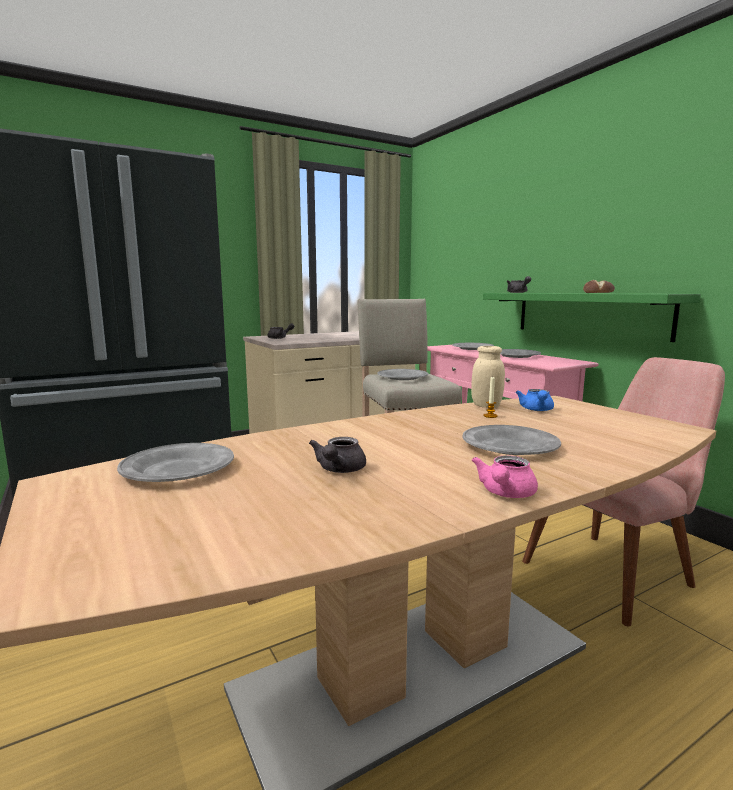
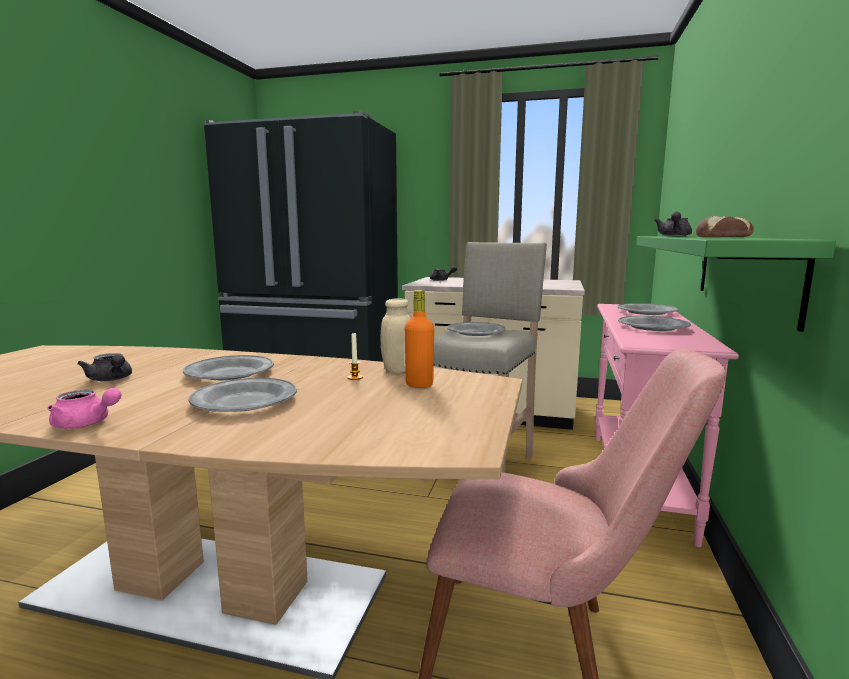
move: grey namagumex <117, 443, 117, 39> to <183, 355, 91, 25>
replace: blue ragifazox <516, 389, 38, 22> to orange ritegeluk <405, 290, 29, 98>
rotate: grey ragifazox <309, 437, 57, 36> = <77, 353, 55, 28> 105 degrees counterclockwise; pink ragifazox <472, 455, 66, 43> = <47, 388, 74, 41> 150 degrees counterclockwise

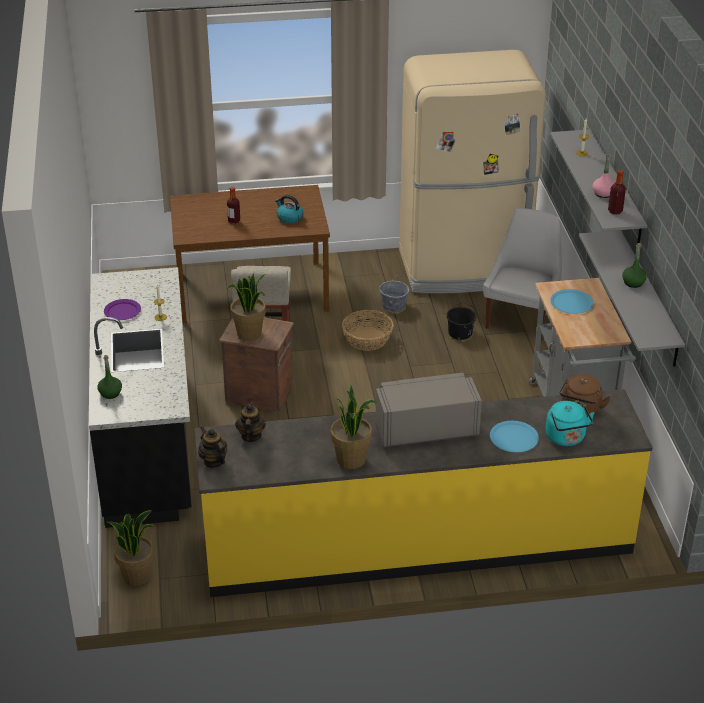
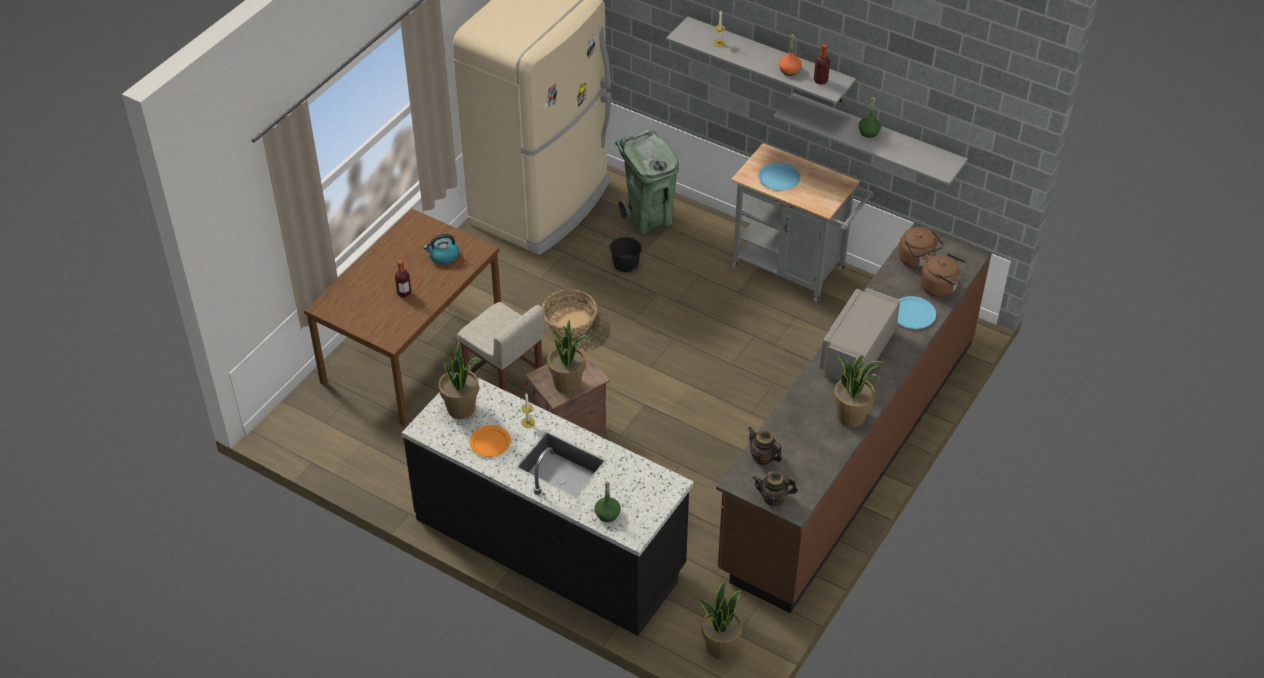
delete: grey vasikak <379, 275, 30, 37>
insert: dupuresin <438, 341, 44, 78>
replace: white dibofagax <483, 208, 79, 132> to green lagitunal <615, 129, 64, 105>
recolor: purple namagumex <104, 299, 37, 21> to orange namagumex <469, 425, 42, 32>; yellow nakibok <194, 389, 459, 208> to brown nakibok <716, 223, 276, 390>; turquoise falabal <546, 401, 49, 45> to brown falabal <921, 253, 45, 44>; pink ritegeluk <593, 154, 22, 44> to orange ritegeluk <779, 34, 23, 42>

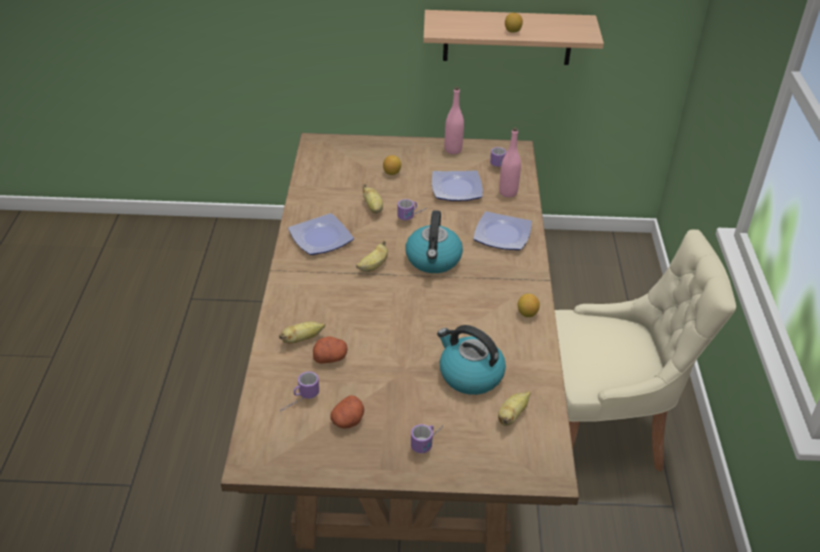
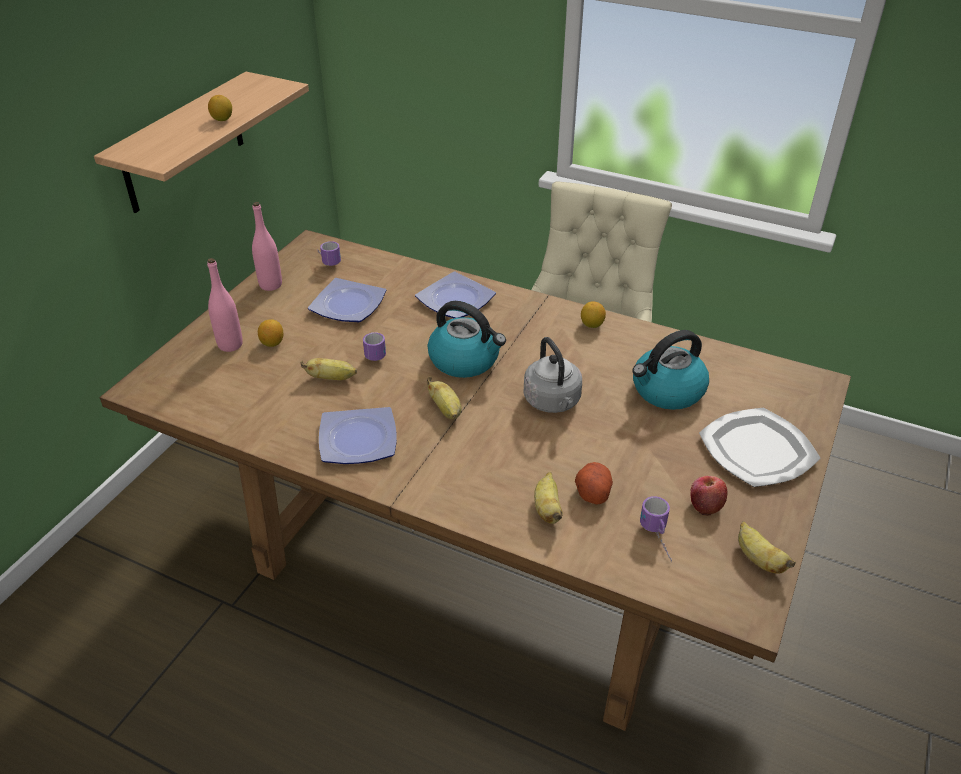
insert: grey falabal <523, 337, 59, 76>
move: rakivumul <498, 391, 33, 35> to <738, 521, 58, 53>; pink ritegeluk <499, 127, 22, 70> to <207, 258, 36, 94>
replace: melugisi <331, 395, 33, 34> to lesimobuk <690, 476, 38, 40>; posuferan <411, 424, 32, 29> to namagumex <699, 408, 121, 79>

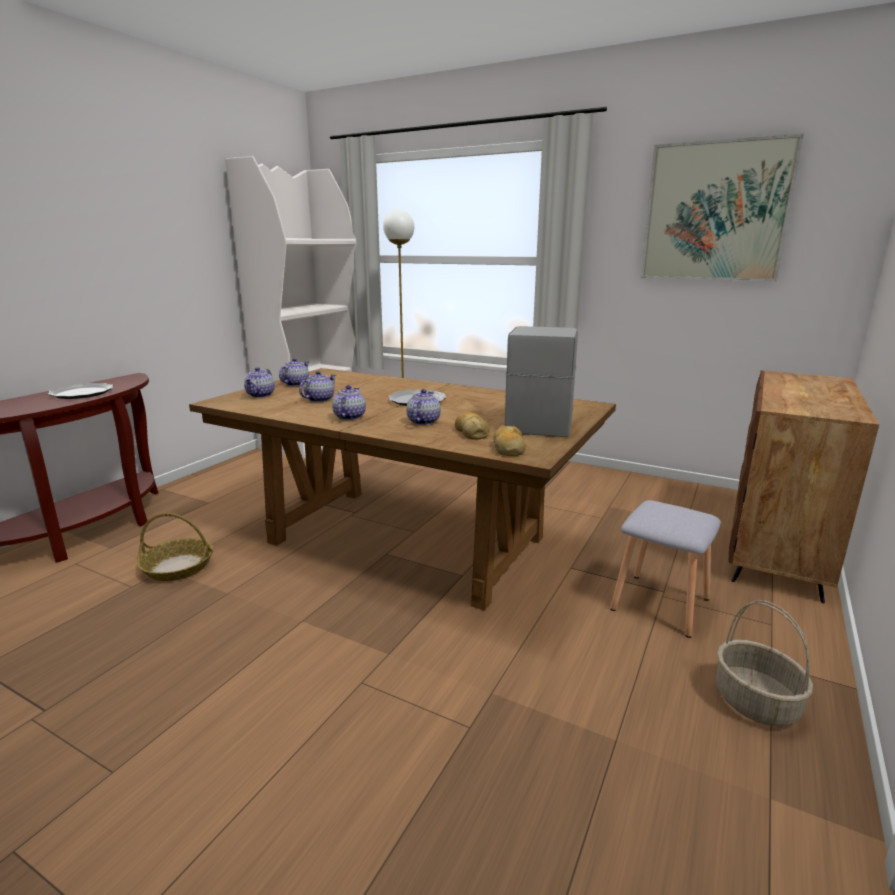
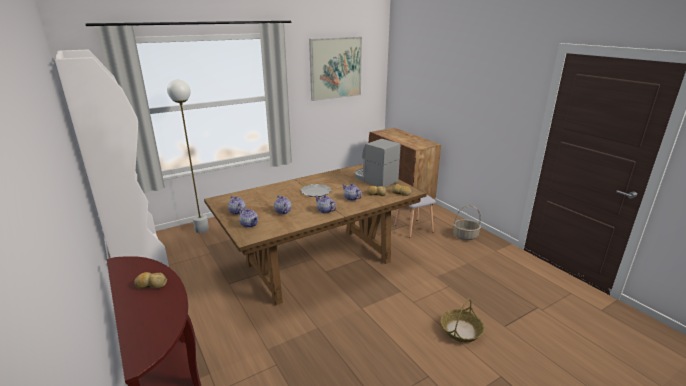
move: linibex <136, 513, 77, 68> to <441, 298, 44, 44>
replace: namagumex <48, 383, 65, 16> to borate <134, 272, 33, 17>

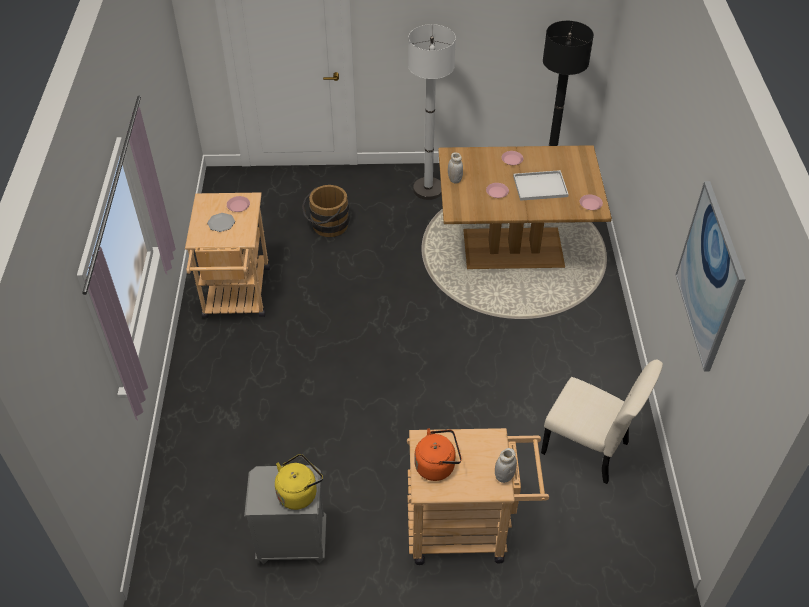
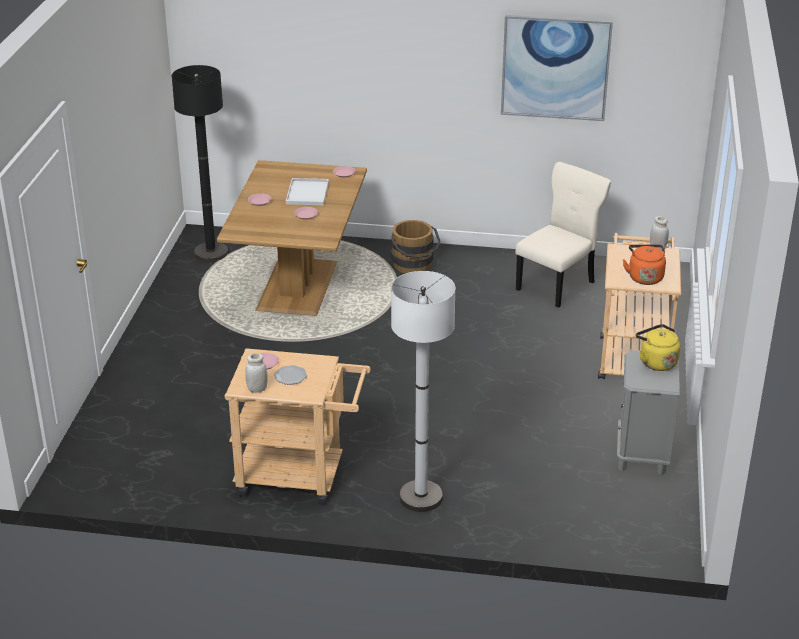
move: brown vasikak <302, 185, 47, 52> to <391, 220, 50, 54>; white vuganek <408, 24, 48, 176> to <391, 271, 64, 241>; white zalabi <448, 152, 15, 32> to <245, 353, 22, 40>

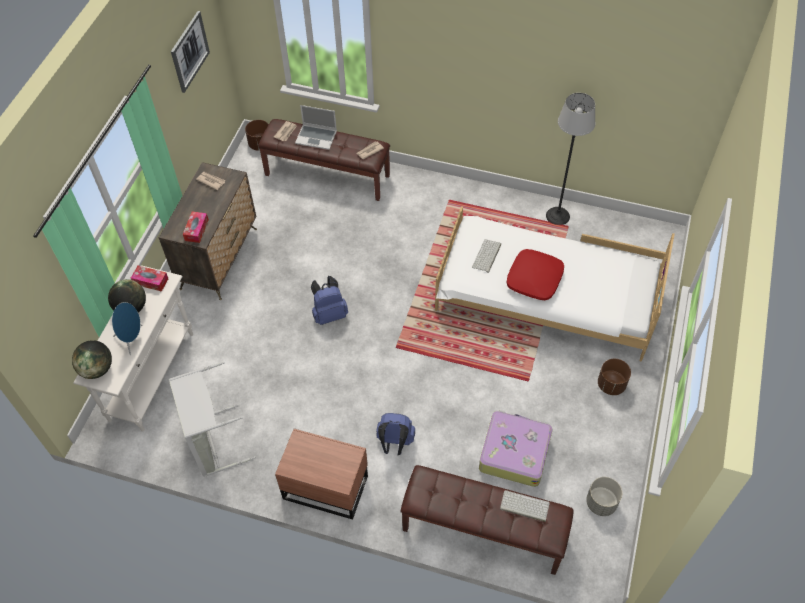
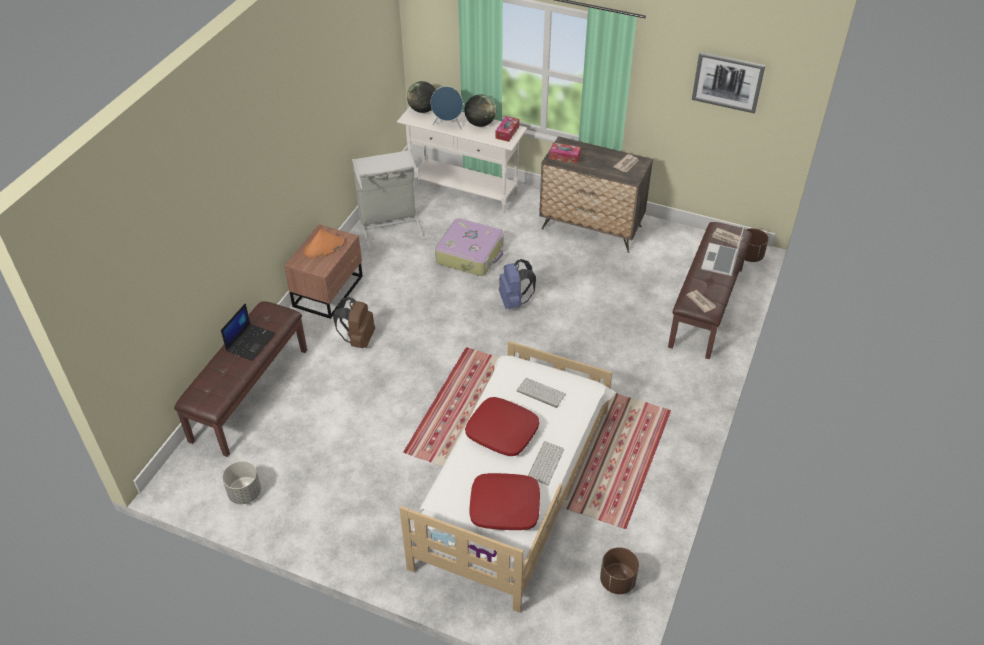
delete: vuganek <546, 93, 49, 132>
insert: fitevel <221, 303, 54, 58>; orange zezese <303, 229, 41, 29>; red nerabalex <469, 473, 71, 57>
move: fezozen <479, 410, 73, 77> to <435, 218, 69, 58>; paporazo <500, 490, 50, 32> to <528, 441, 36, 44>; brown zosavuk <598, 359, 33, 36> to <600, 547, 39, 47>
recolor: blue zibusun <376, 413, 39, 42> to brown zibusun <333, 297, 42, 51>

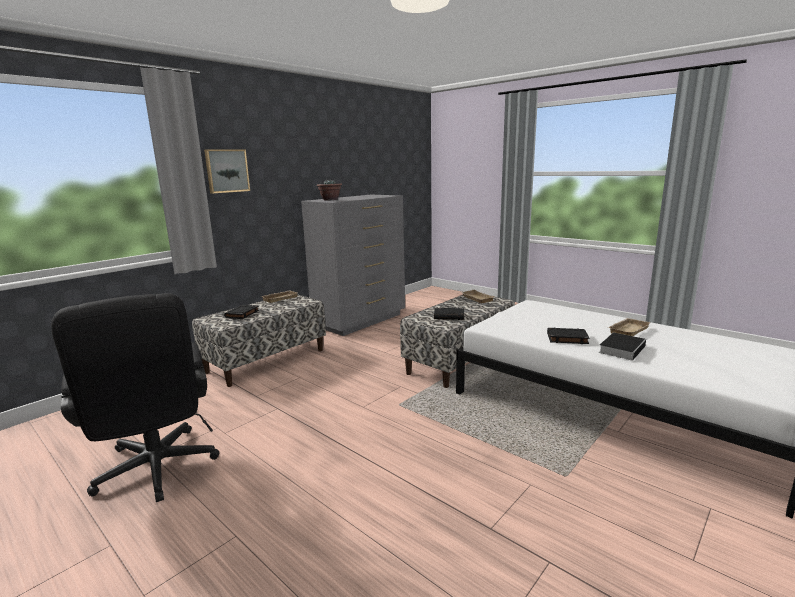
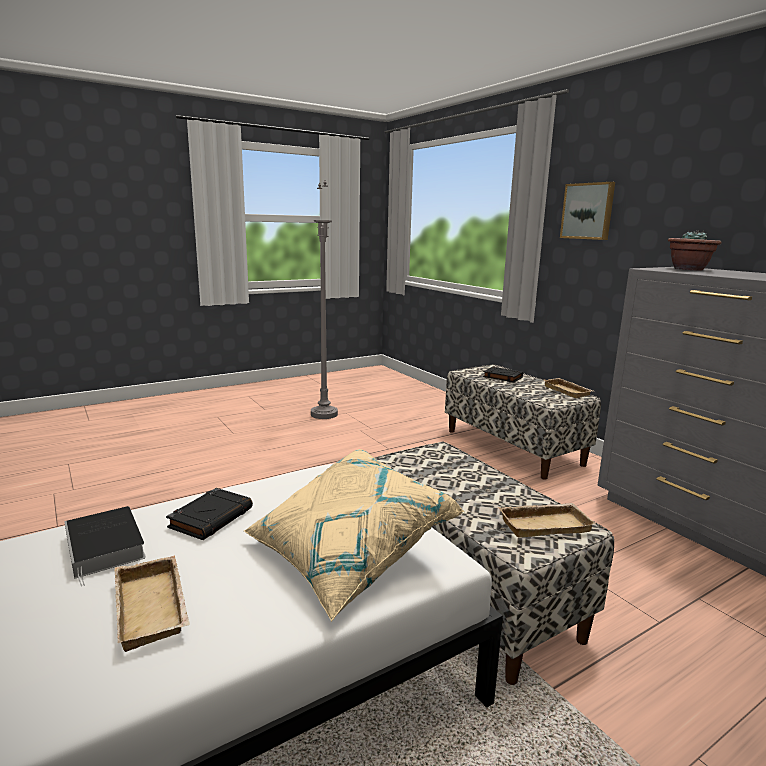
delete: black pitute <434, 308, 30, 12>
insert: beige nerabalex <244, 449, 220, 173>
replace: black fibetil <51, 293, 168, 209> to grey vuganek <311, 181, 27, 238>

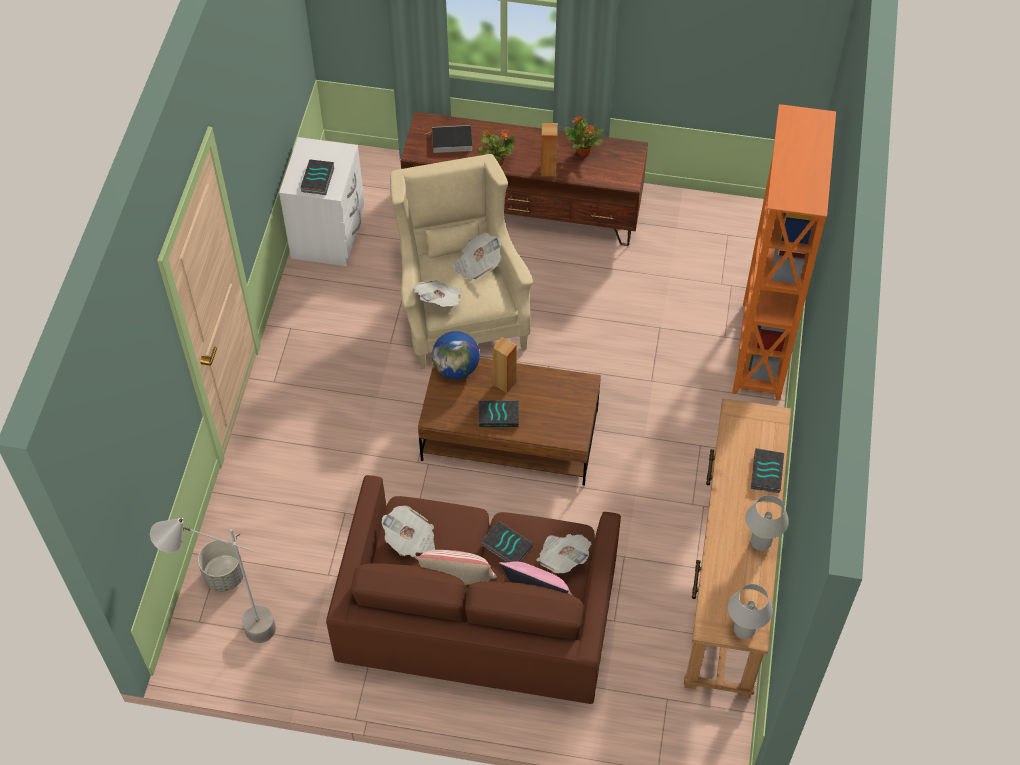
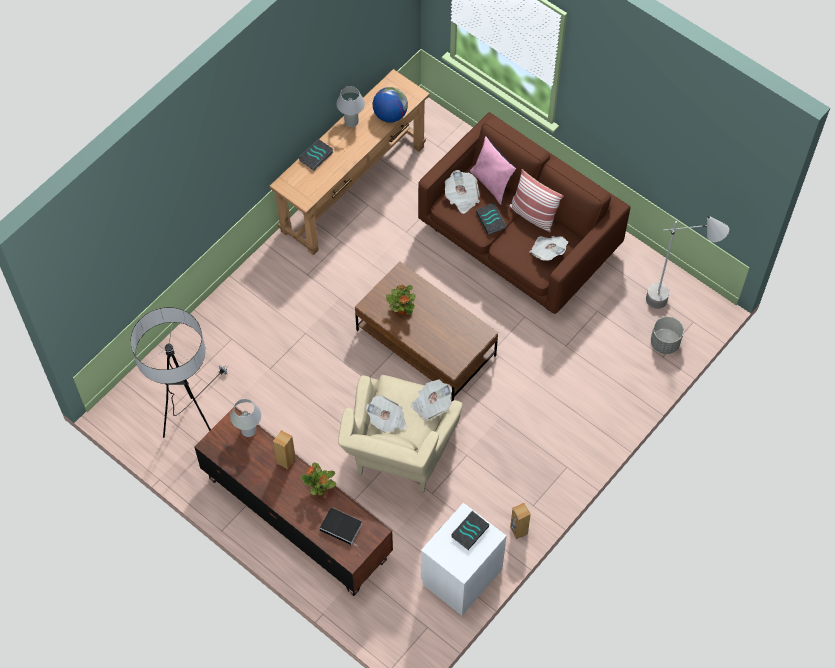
delete: pitute <478, 400, 42, 27>; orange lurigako <732, 104, 104, 296>
insert: vuganek <131, 307, 96, 131>
move: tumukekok <432, 331, 48, 48> to <373, 87, 35, 36>; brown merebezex <493, 337, 24, 56> to <510, 503, 21, 36>; dupuresin <564, 116, 40, 41> to <386, 285, 29, 30>; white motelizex <728, 584, 45, 55> to <230, 399, 31, 38>

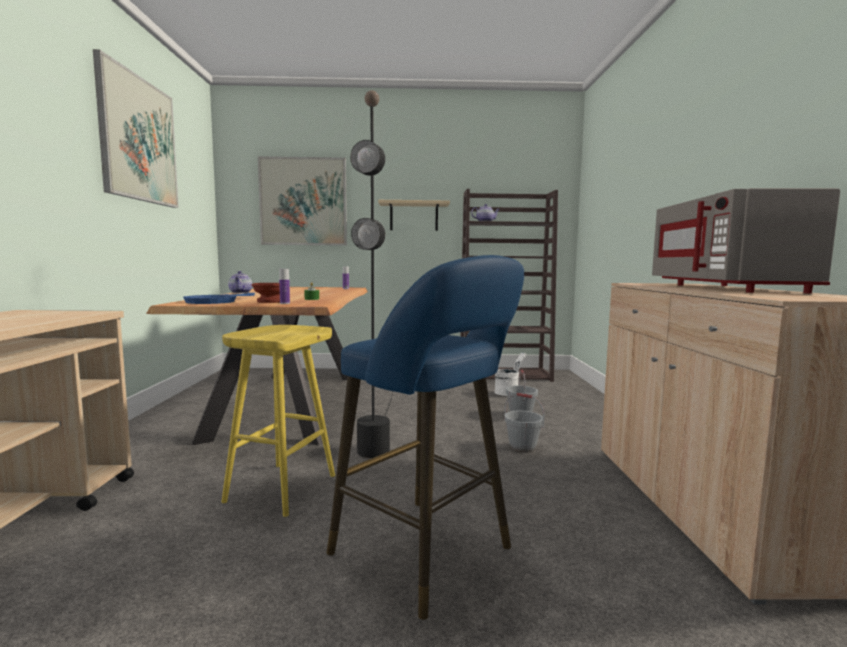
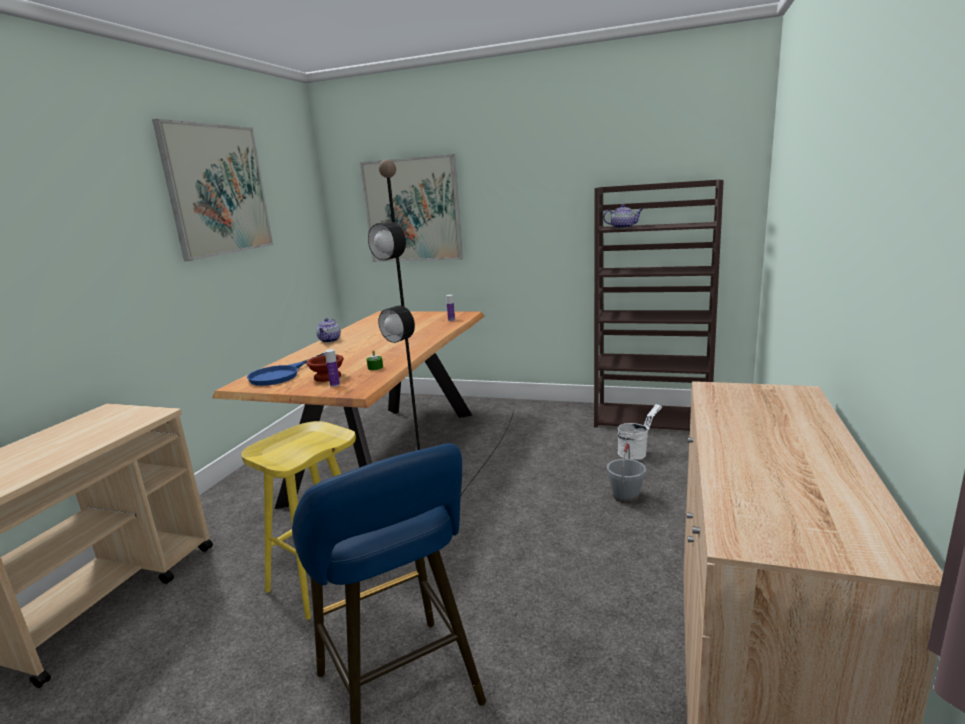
delete: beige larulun <378, 200, 72, 31>; grey vasikak <504, 393, 40, 60>; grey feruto <652, 188, 188, 105>

